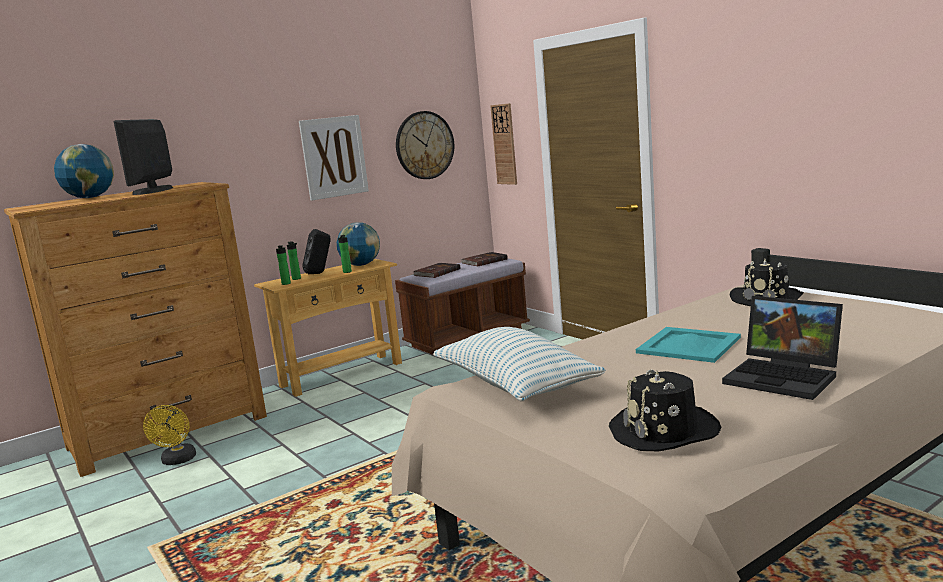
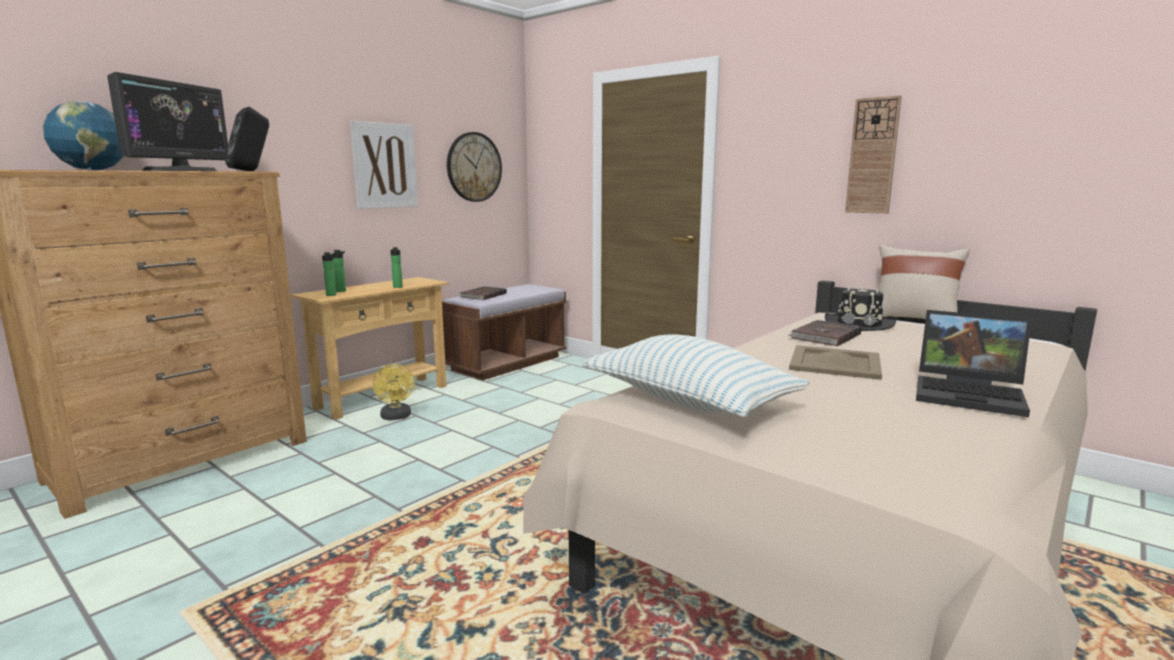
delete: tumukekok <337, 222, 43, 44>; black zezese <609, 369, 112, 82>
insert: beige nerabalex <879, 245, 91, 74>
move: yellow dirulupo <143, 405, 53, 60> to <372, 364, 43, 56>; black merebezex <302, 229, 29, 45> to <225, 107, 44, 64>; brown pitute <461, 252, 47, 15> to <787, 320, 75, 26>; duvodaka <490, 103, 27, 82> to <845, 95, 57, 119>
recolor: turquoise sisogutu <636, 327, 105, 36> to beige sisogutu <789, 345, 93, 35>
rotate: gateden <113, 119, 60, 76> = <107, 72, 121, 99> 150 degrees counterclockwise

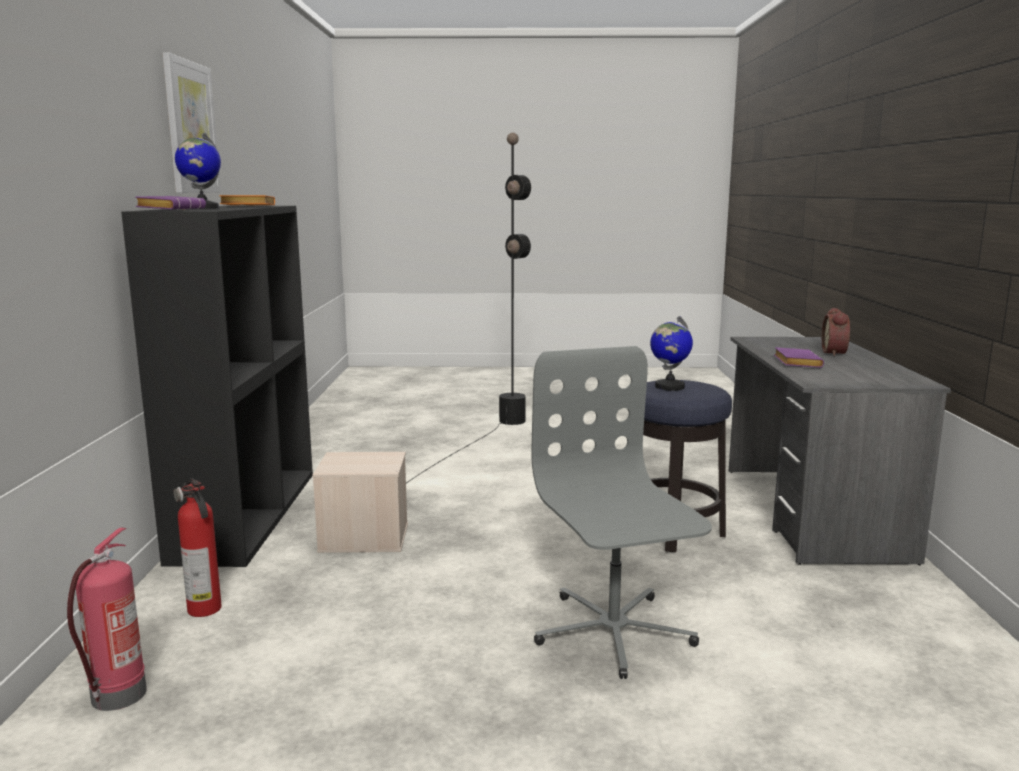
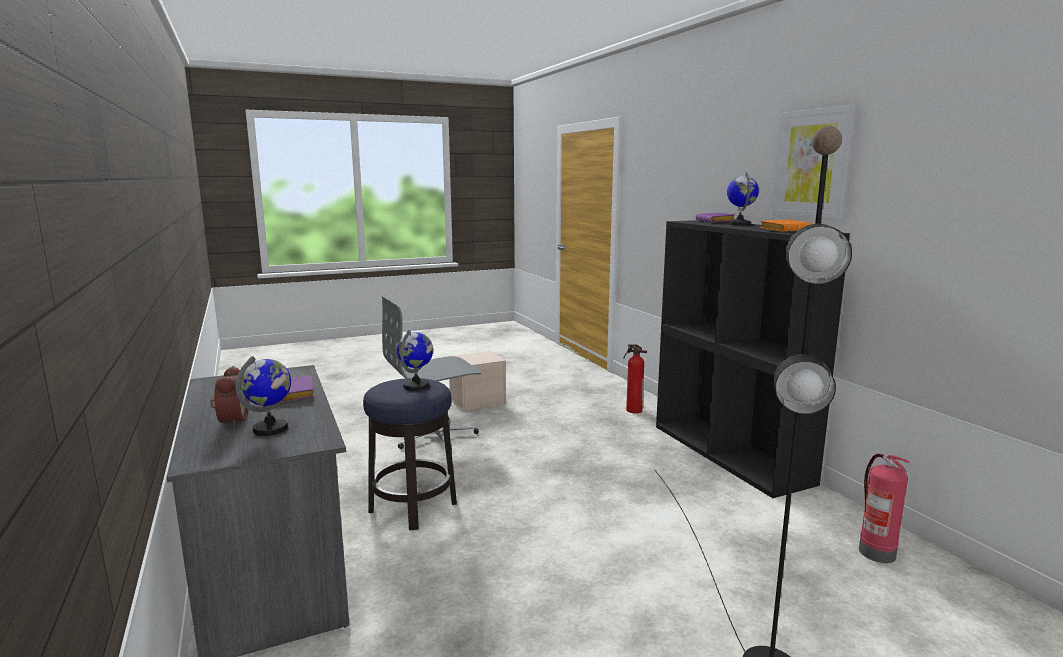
insert: tumukekok <236, 356, 55, 80>
move: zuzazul <67, 528, 80, 183> to <859, 454, 51, 109>; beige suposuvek <312, 452, 96, 101> to <449, 351, 57, 61>
rotate: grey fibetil <532, 346, 180, 333> = <382, 296, 99, 155> 105 degrees clockwise

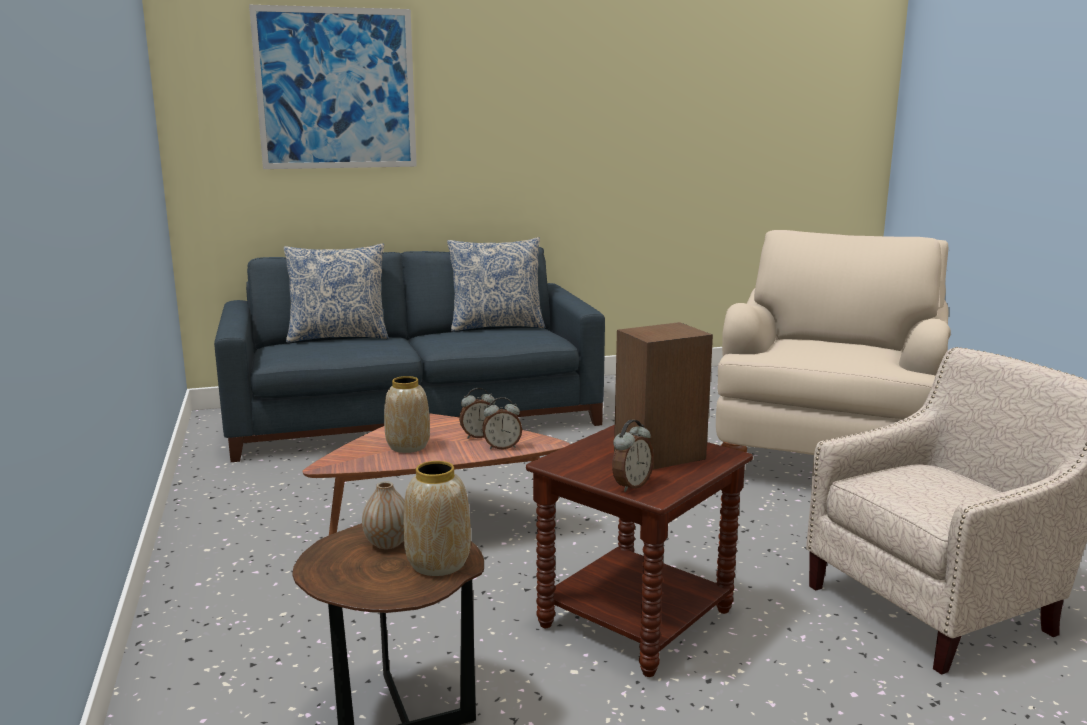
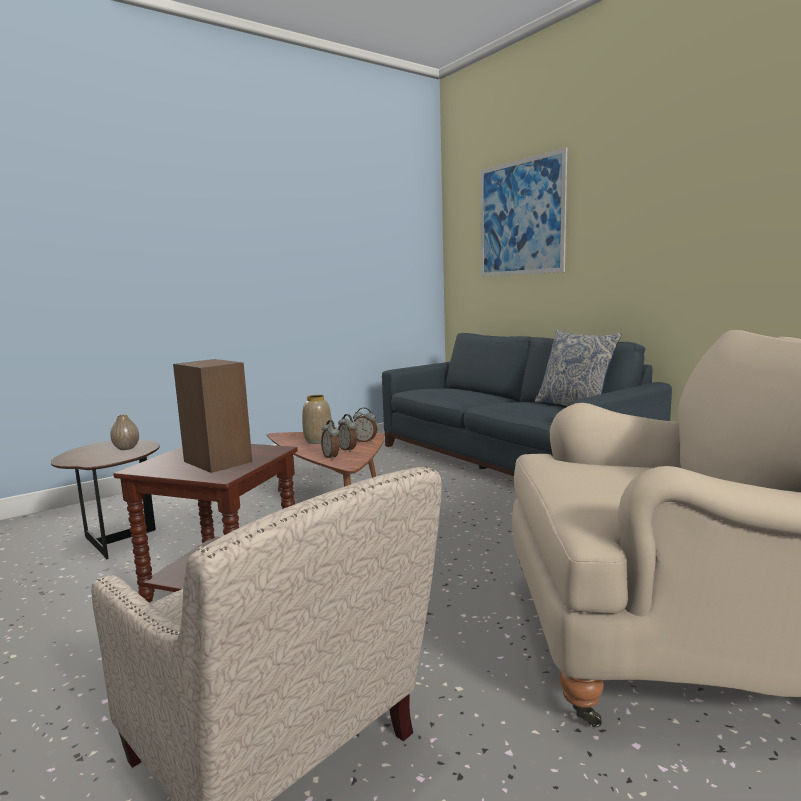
delete: nerabalex <284, 243, 105, 100>; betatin <403, 461, 68, 115>
move: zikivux <612, 420, 42, 72> to <353, 407, 24, 35>

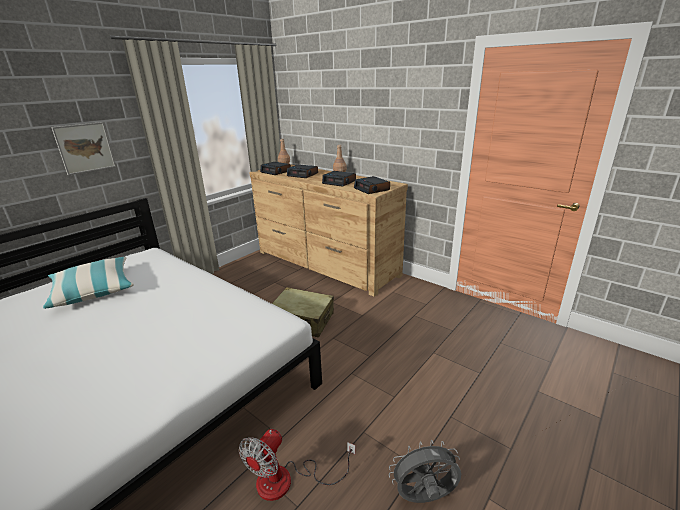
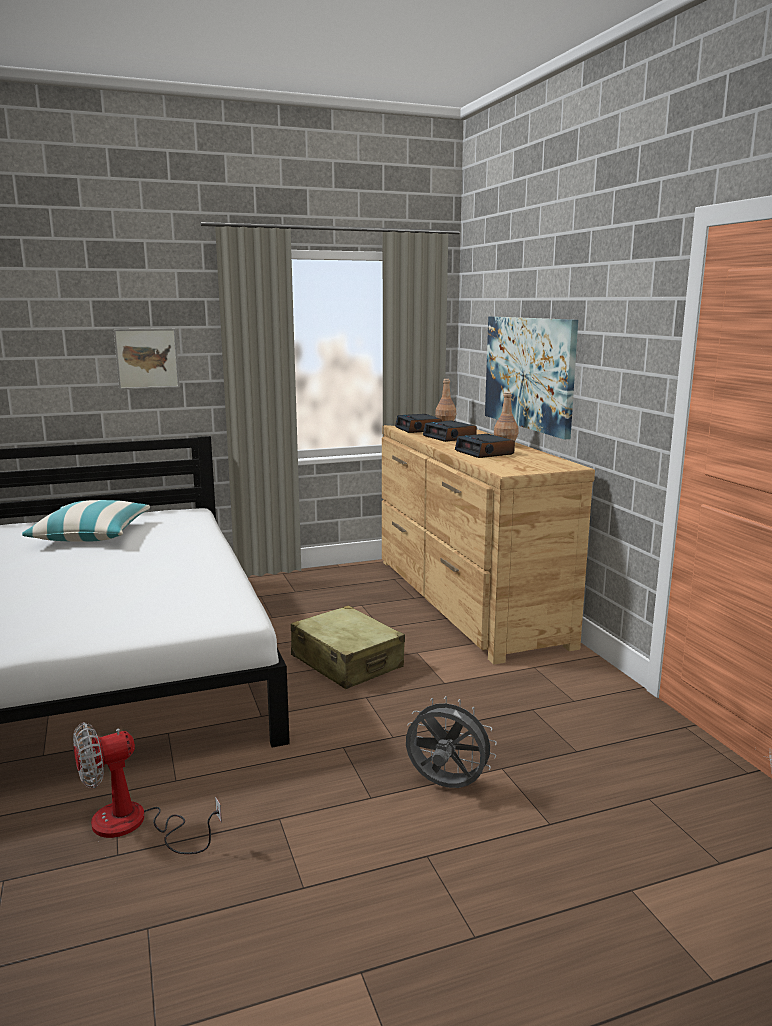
delete: zikivux <354, 176, 36, 18>
insert: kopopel <485, 316, 93, 124>
move: grey dirulupo <389, 440, 72, 63> to <406, 696, 91, 92>

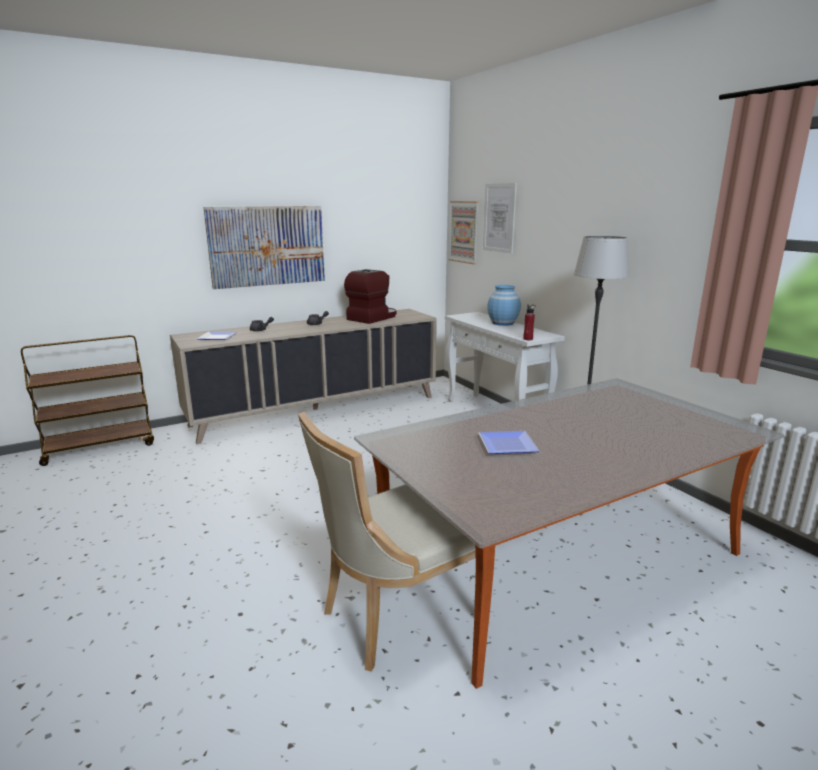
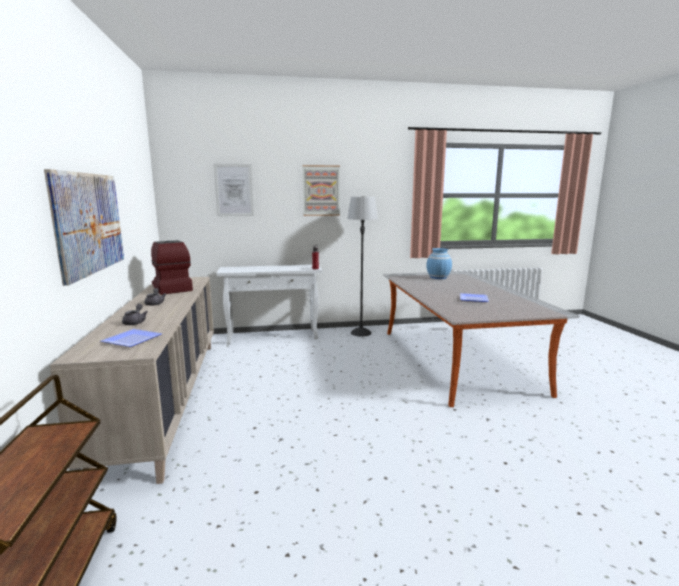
delete: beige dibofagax <298, 412, 178, 260>
move: kopopel <449, 201, 30, 63> to <302, 165, 38, 51>; blue betatin <487, 285, 34, 41> to <426, 248, 26, 31>

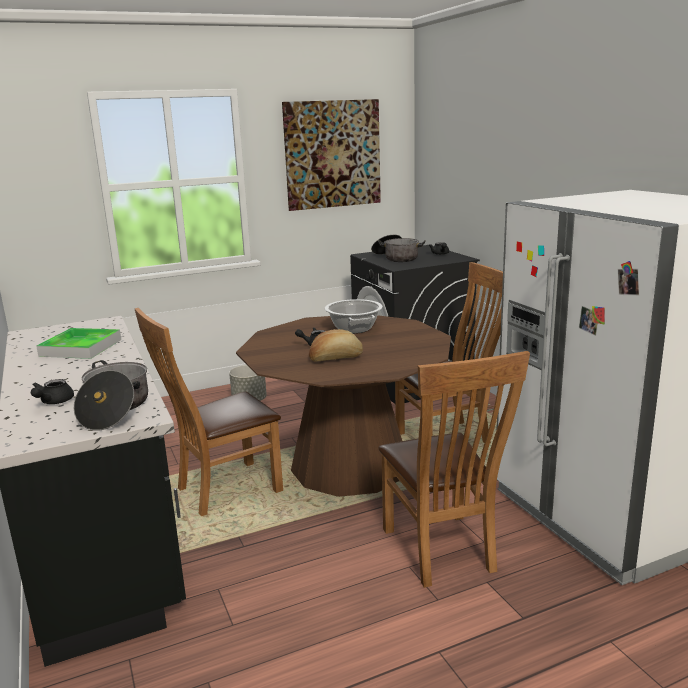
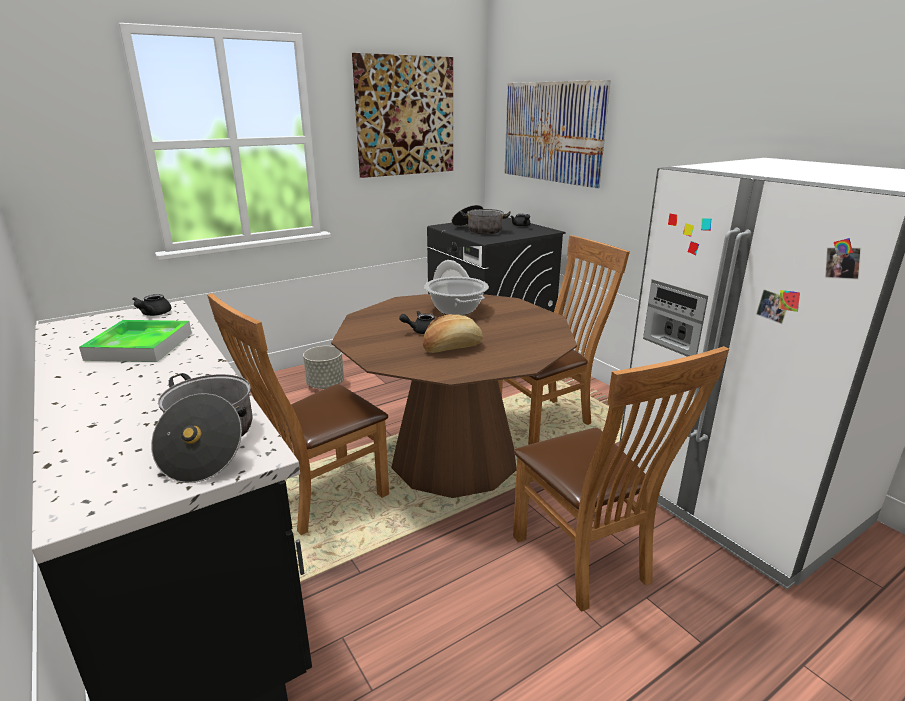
insert: kopopel <505, 80, 105, 108>
move: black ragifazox <31, 379, 43, 25> to <132, 294, 40, 22>

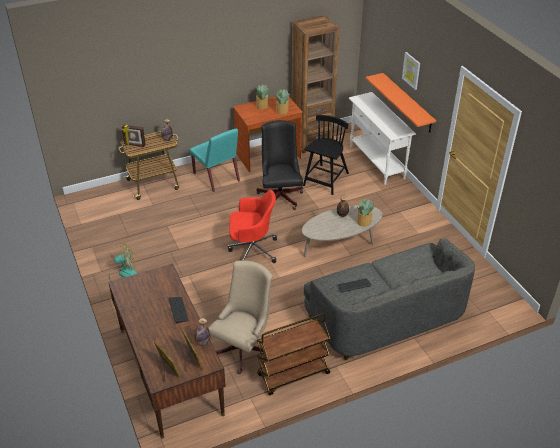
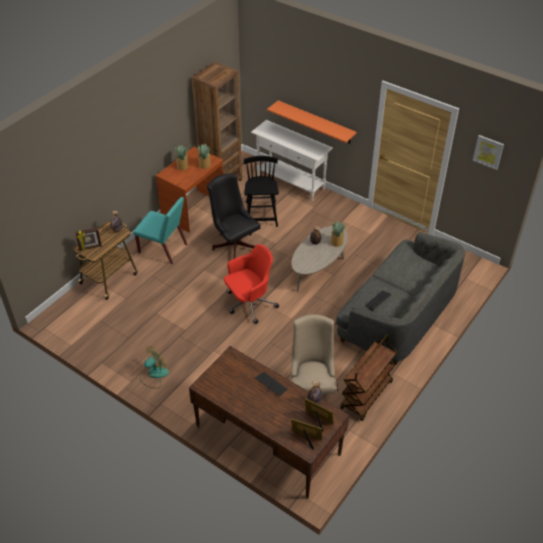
move: kopopel <402, 52, 18, 38> to <473, 135, 31, 35>

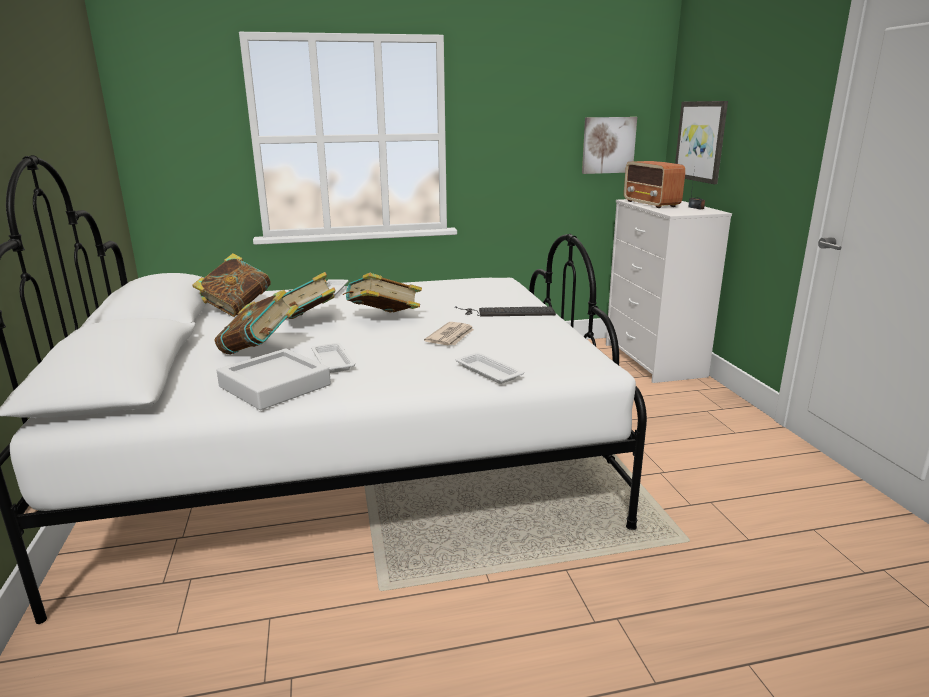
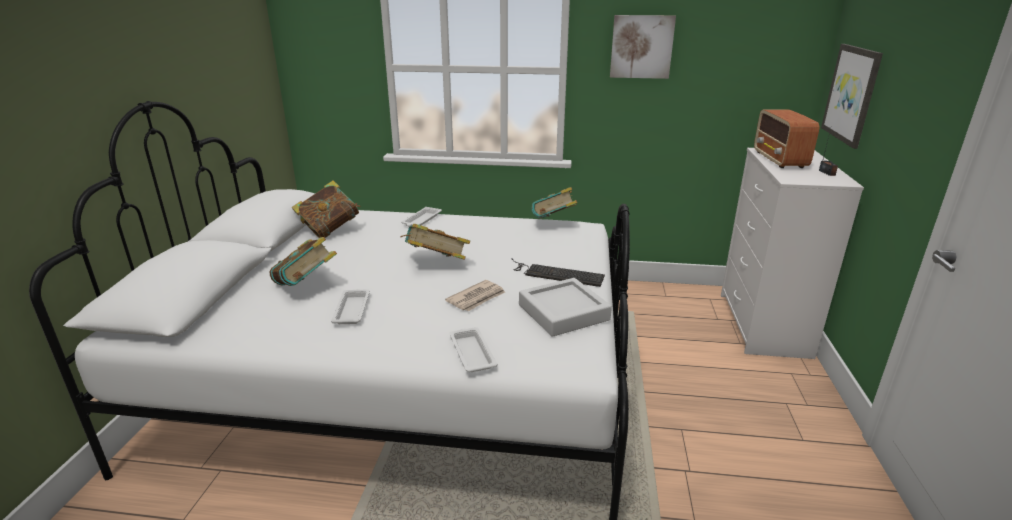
move: grey sisogutu <217, 349, 114, 61> to <519, 278, 93, 59>; pitute <282, 272, 54, 47> to <532, 187, 45, 32>; kopopel <582, 117, 55, 57> to <610, 15, 66, 64>

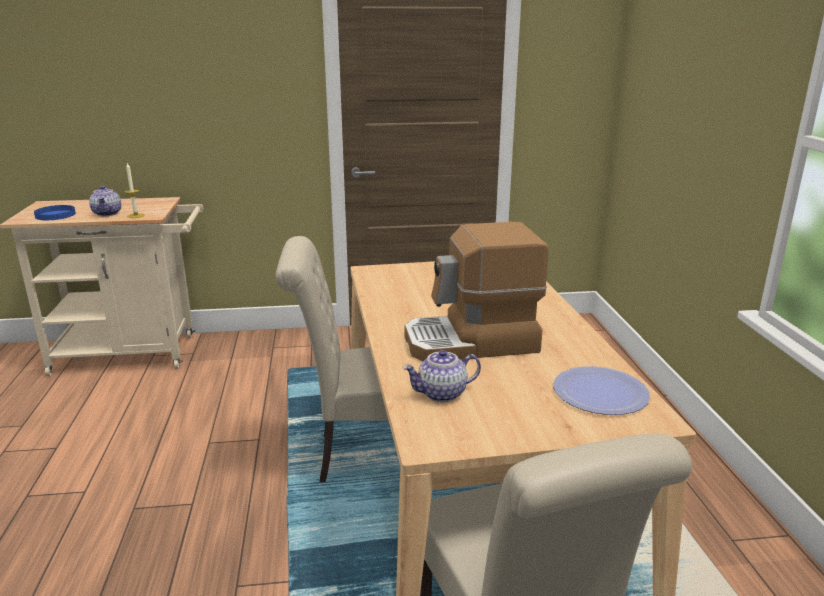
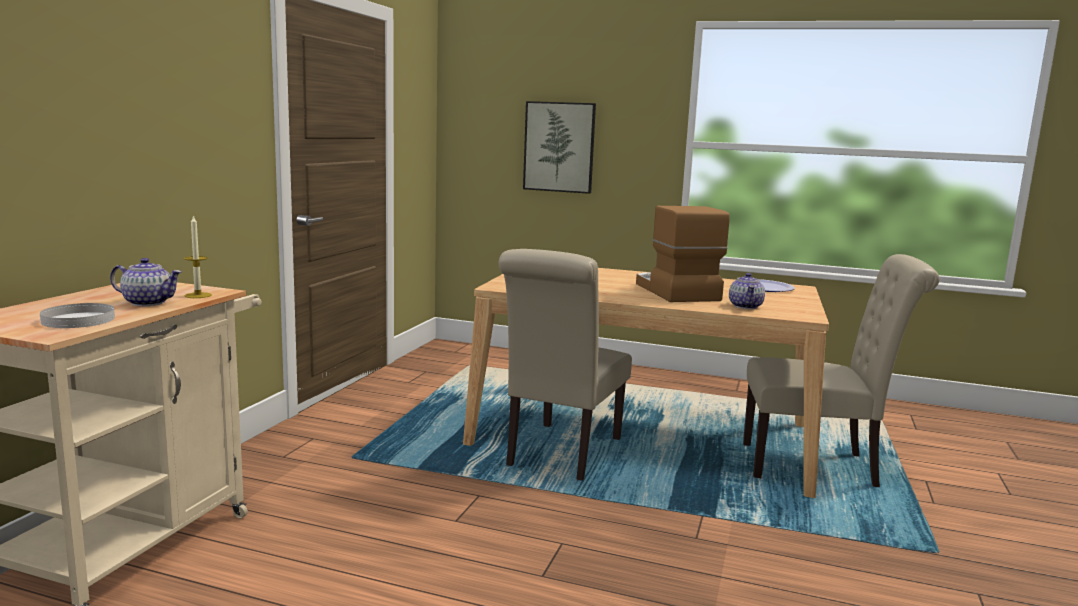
insert: kopopel <523, 101, 73, 93>
recolor: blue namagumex <34, 205, 42, 15> to white namagumex <40, 303, 75, 25>
rotate: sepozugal <404, 222, 145, 139> = <636, 206, 94, 96> 150 degrees clockwise

